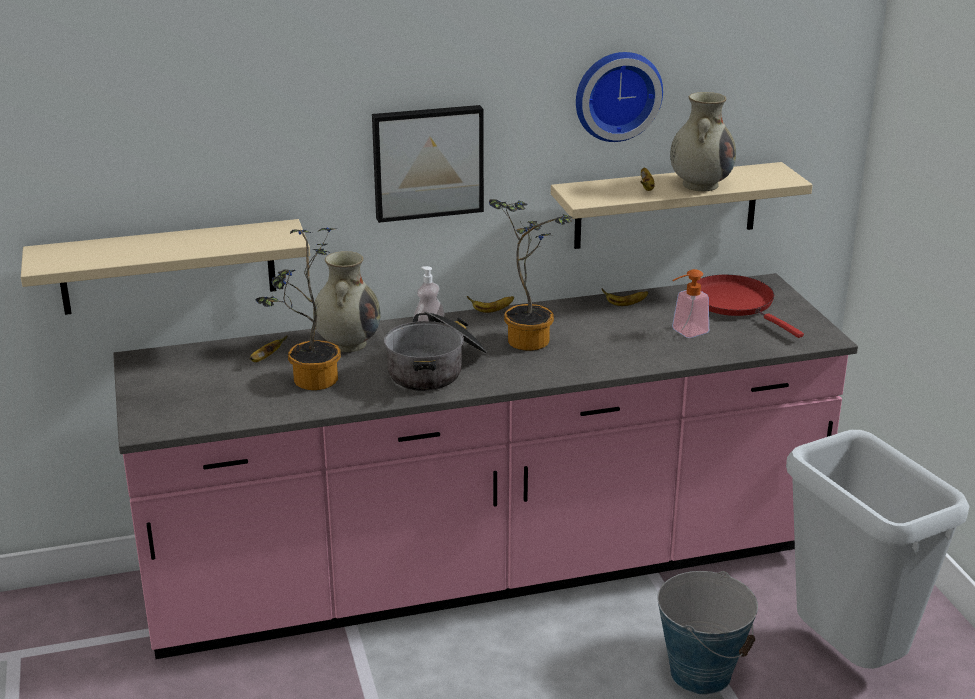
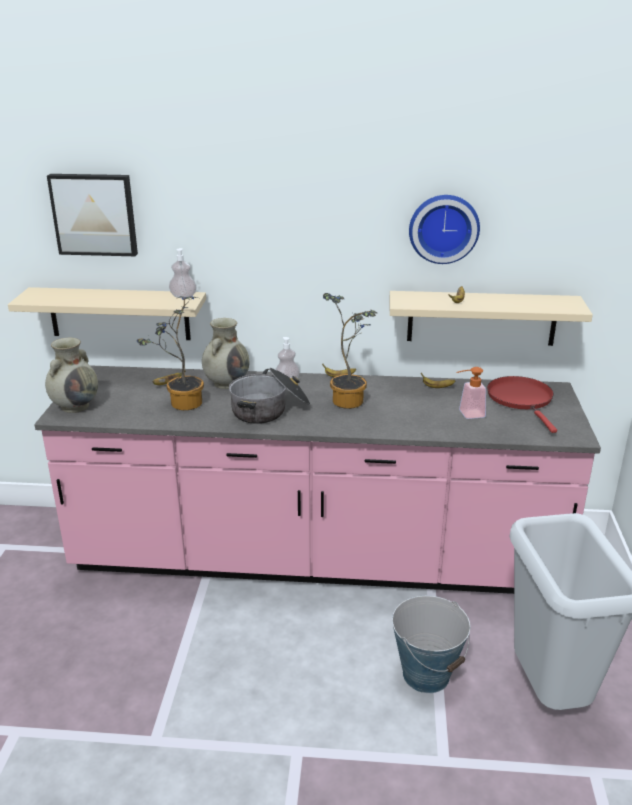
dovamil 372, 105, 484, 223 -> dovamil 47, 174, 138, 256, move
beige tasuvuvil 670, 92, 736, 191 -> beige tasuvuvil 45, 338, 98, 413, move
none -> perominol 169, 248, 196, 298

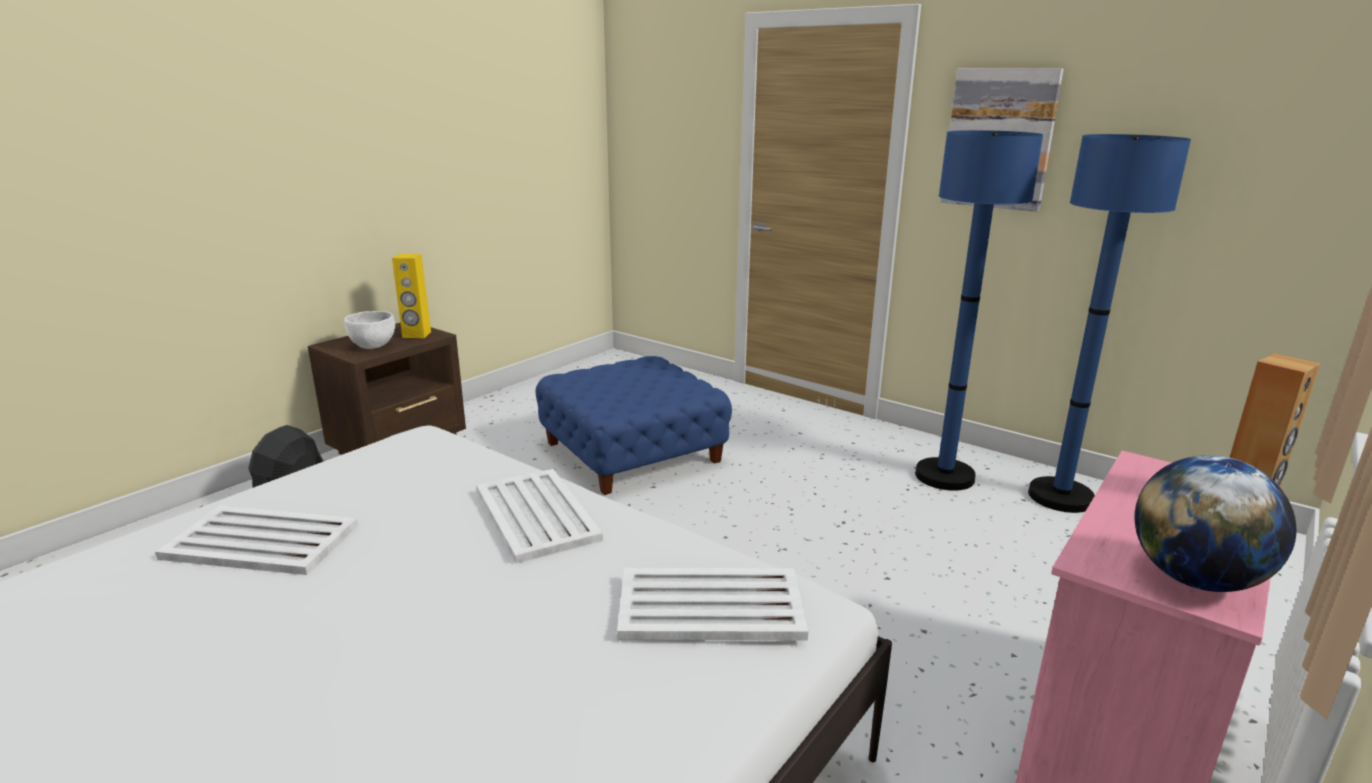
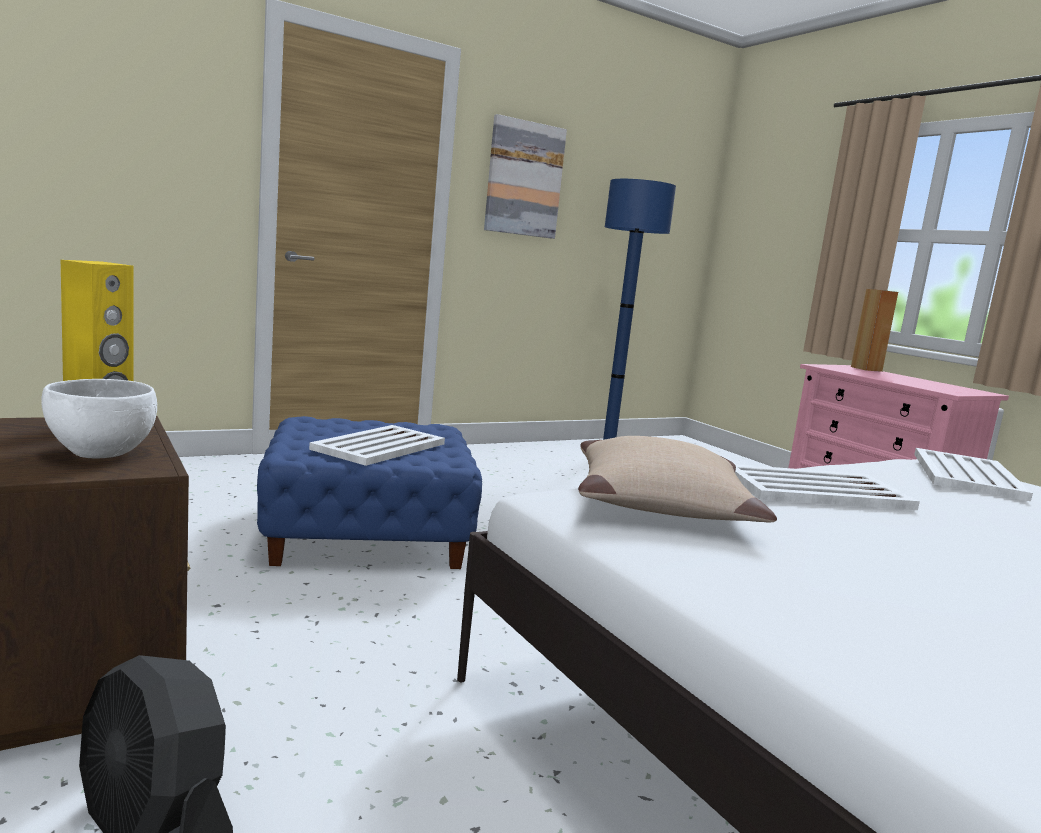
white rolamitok 155, 506, 358, 575 -> white rolamitok 309, 425, 445, 466, move
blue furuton 915, 130, 1043, 491 -> none
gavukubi 1134, 455, 1296, 592 -> none
none -> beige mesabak 578, 436, 777, 522

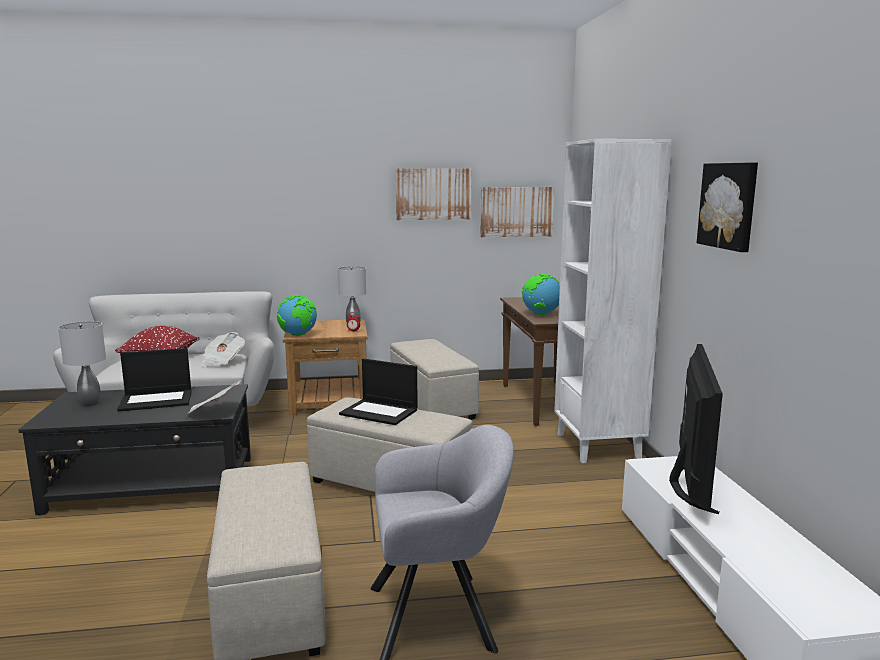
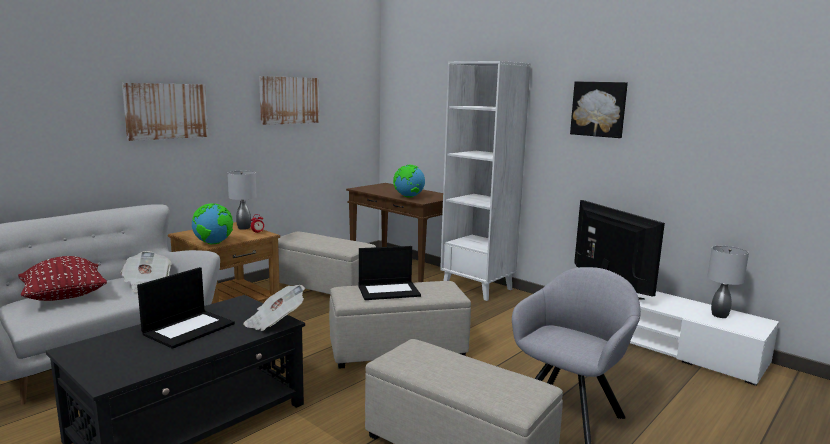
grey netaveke 58, 321, 106, 406 -> grey netaveke 707, 246, 749, 318, move
dovamil 480, 187, 554, 237 -> dovamil 122, 83, 208, 141, move

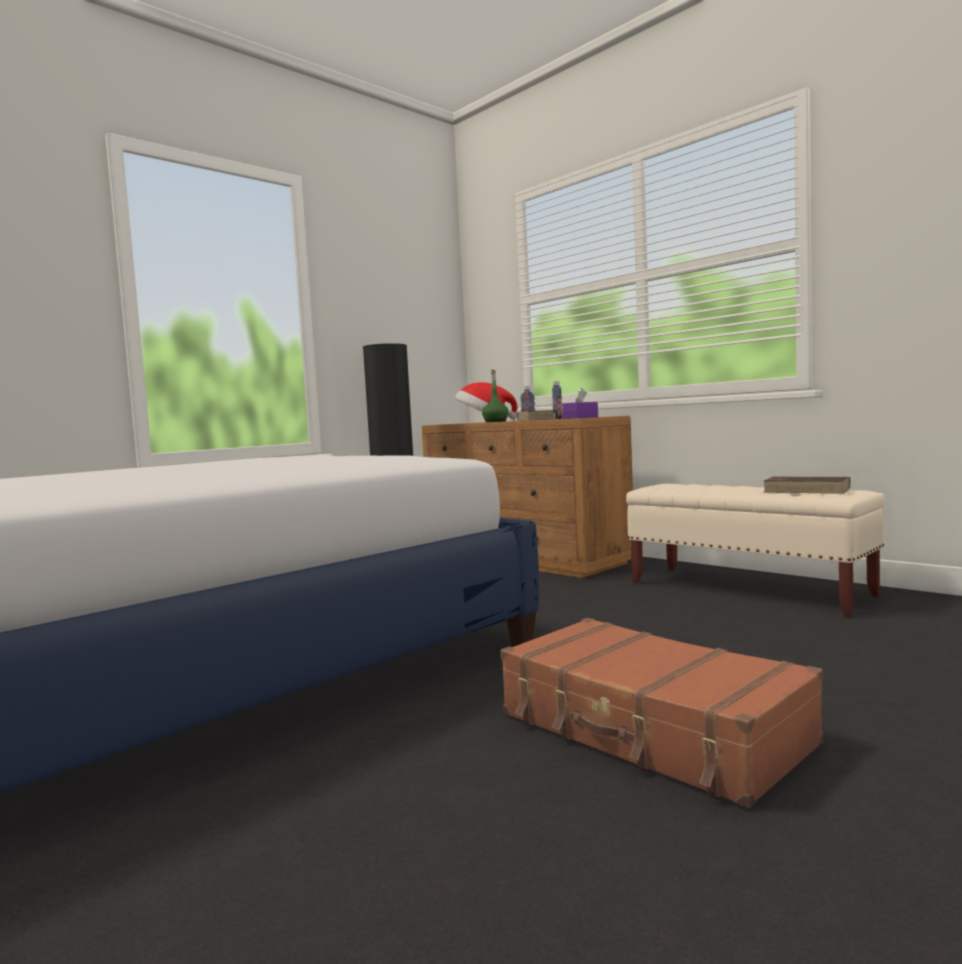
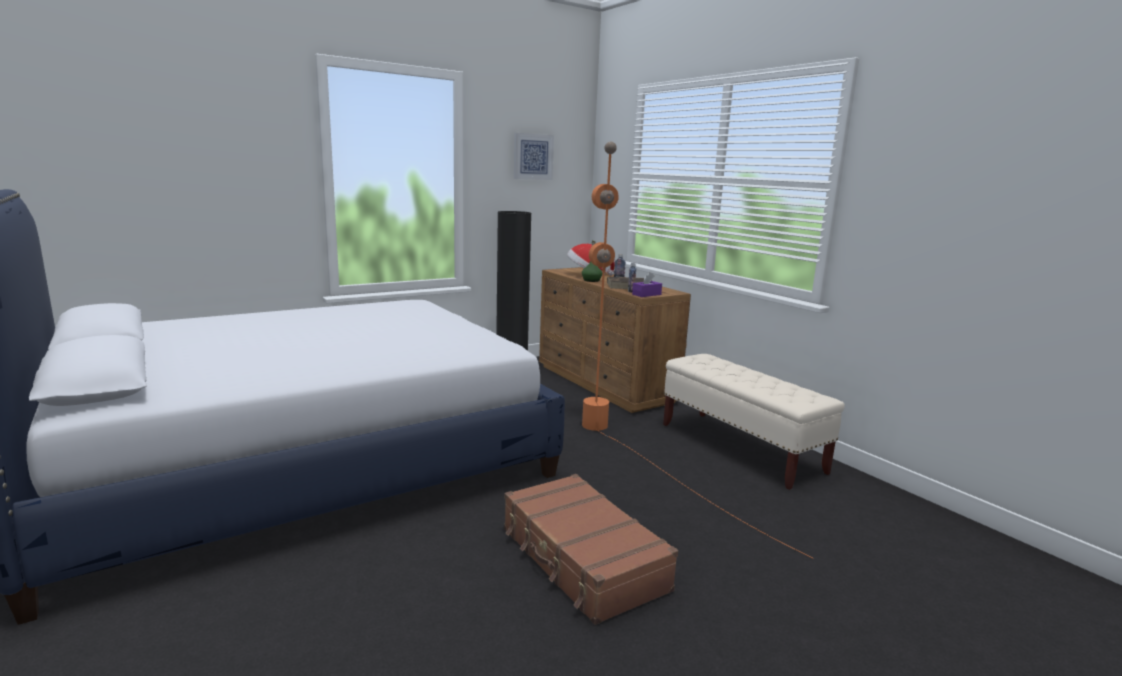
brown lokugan 764, 477, 850, 494 -> none
none -> dovamil 514, 133, 554, 180
none -> orange furuton 582, 141, 814, 559

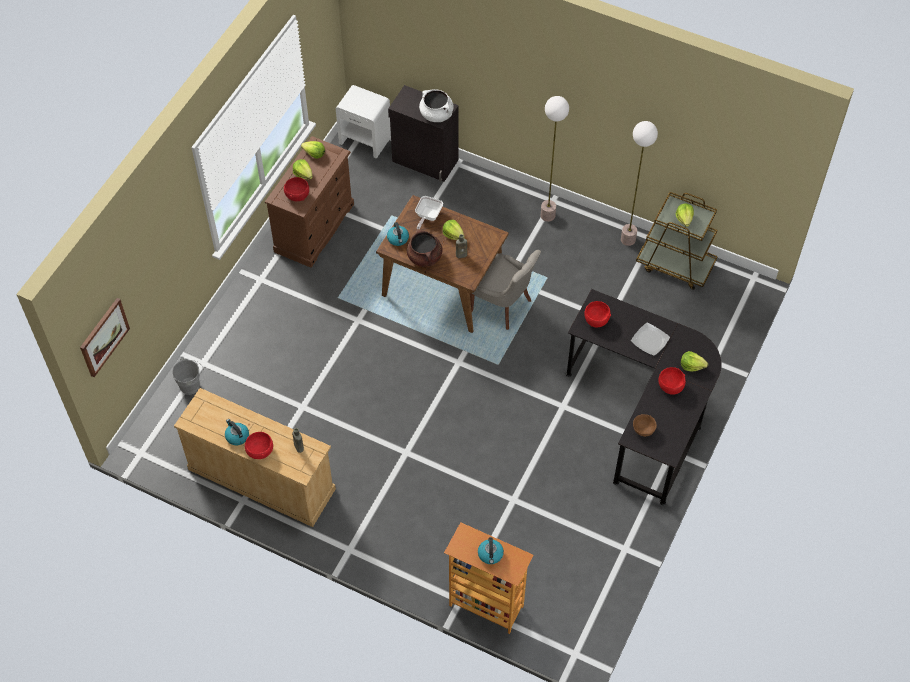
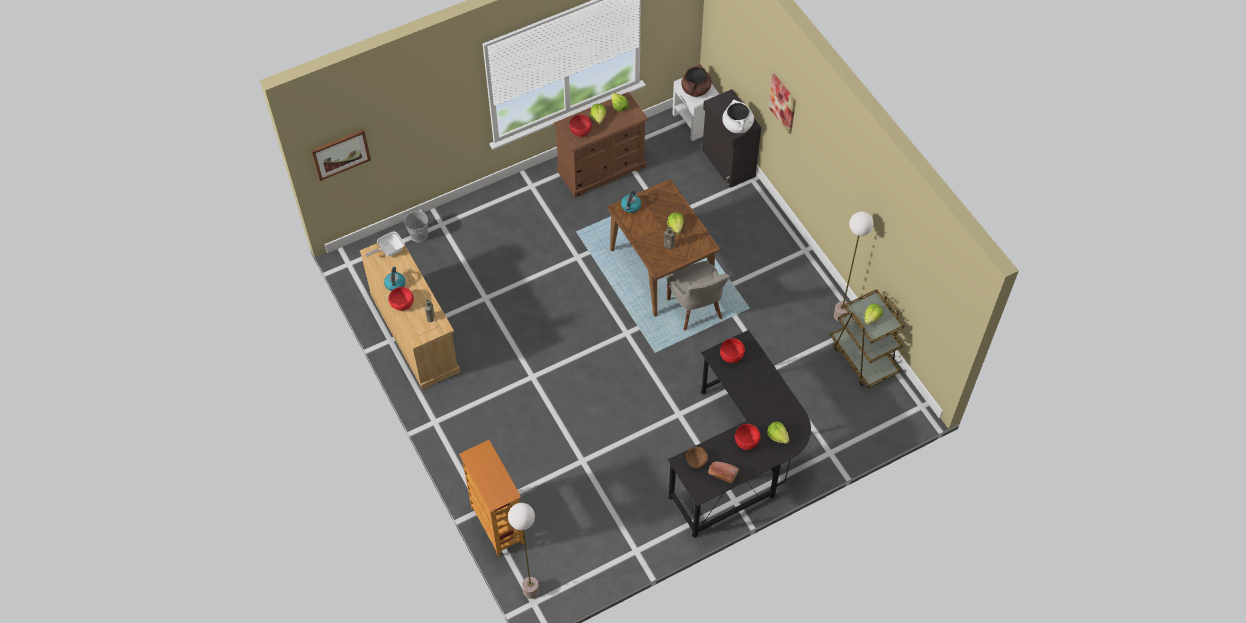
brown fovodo 407, 229, 442, 267 -> brown fovodo 681, 64, 712, 97, move
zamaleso 415, 196, 443, 229 -> zamaleso 365, 231, 405, 257, move
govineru 478, 537, 504, 564 -> none
furuton 541, 96, 569, 222 -> furuton 508, 503, 539, 599, move
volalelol 631, 322, 670, 356 -> none
none -> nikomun 708, 461, 739, 484
none -> dovamil 768, 74, 796, 134

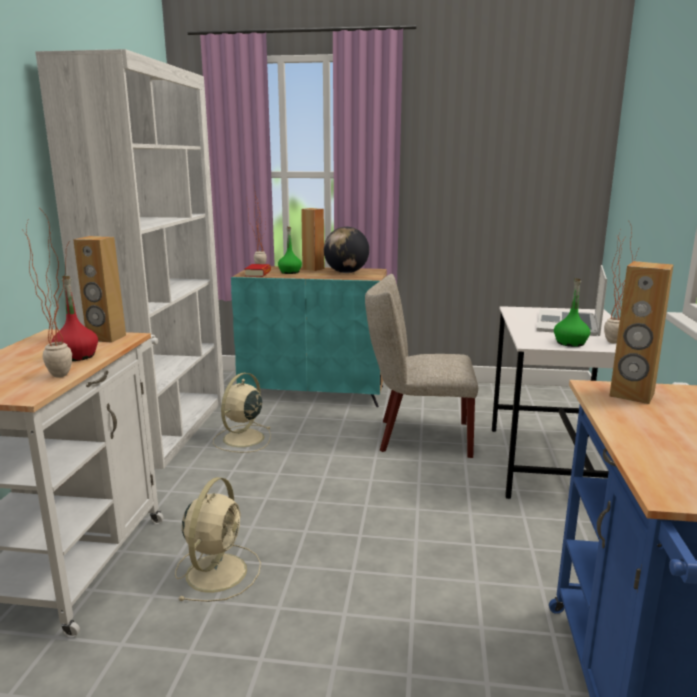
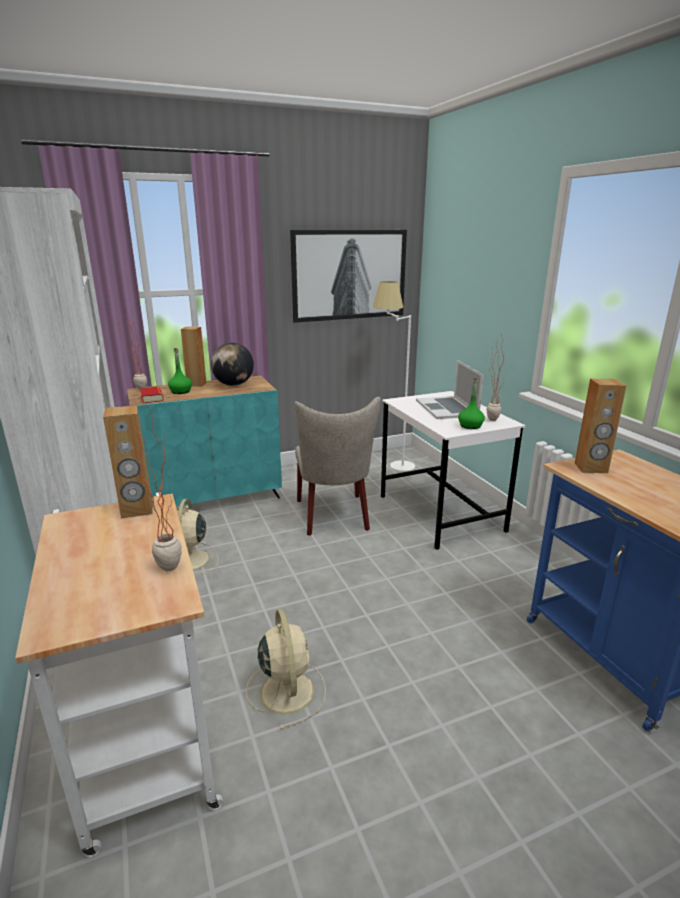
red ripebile 51, 276, 98, 361 -> none
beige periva 365, 274, 478, 458 -> beige periva 294, 397, 381, 536, 75 degrees counterclockwise
none -> dovamil 290, 230, 407, 323
none -> white furuton 373, 281, 415, 471

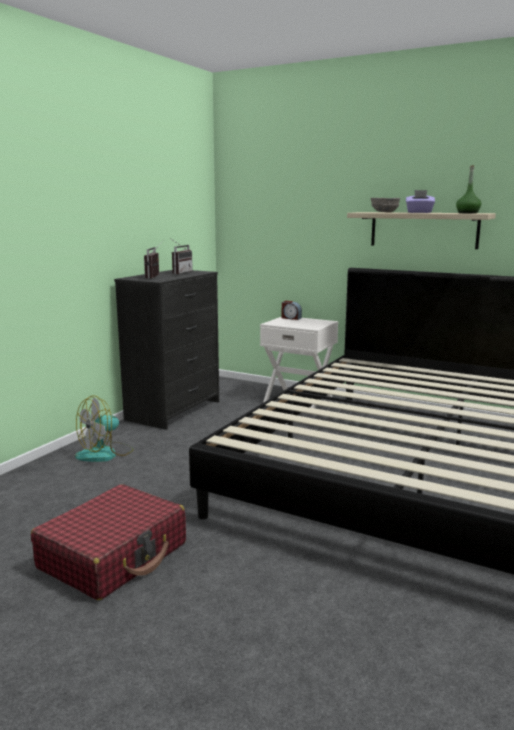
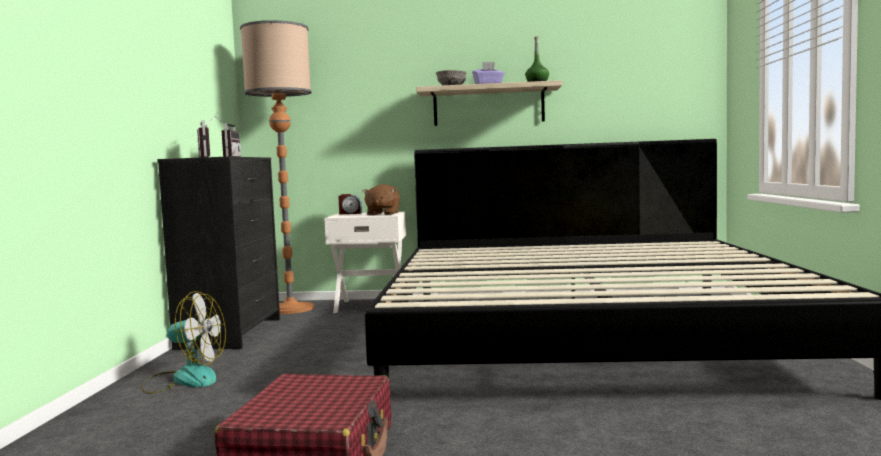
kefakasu 75, 396, 133, 462 -> kefakasu 140, 291, 226, 394, 105 degrees counterclockwise
none -> furuton 240, 20, 314, 314
none -> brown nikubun 363, 184, 400, 216

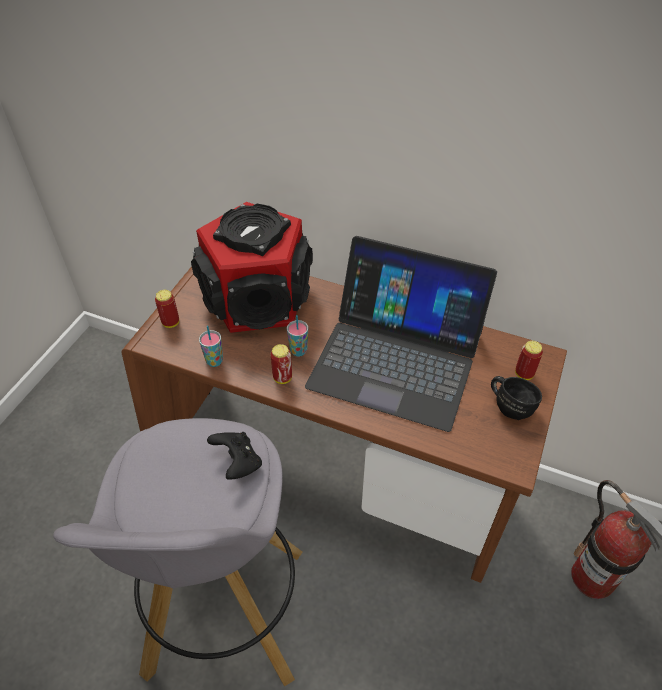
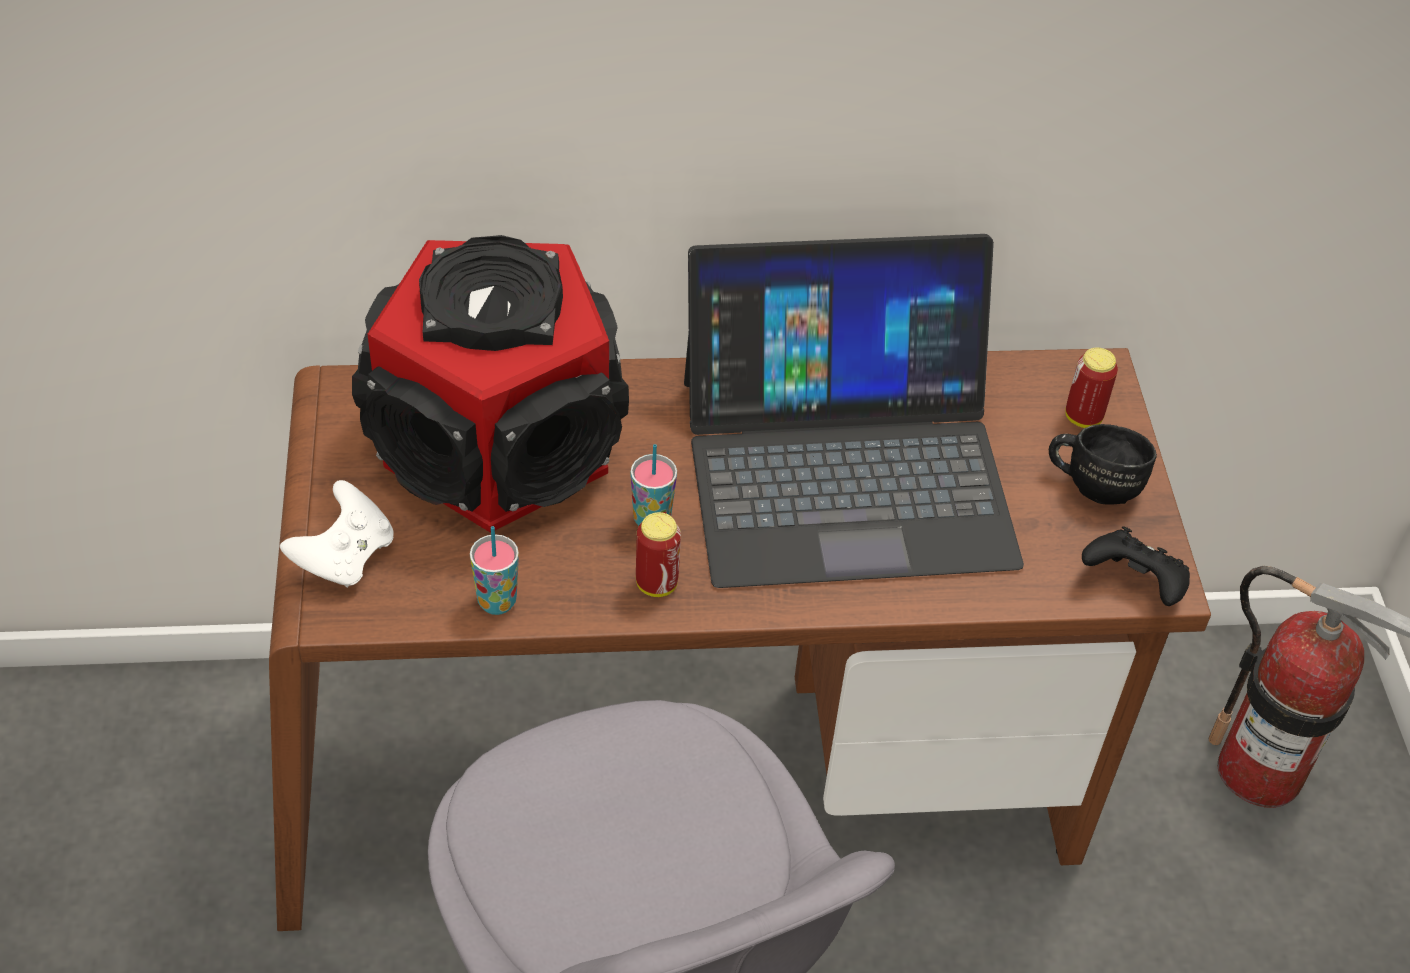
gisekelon 155, 290, 179, 328 -> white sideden 280, 480, 394, 588
black sideden 207, 432, 262, 480 -> black sideden 1082, 526, 1190, 606, move

